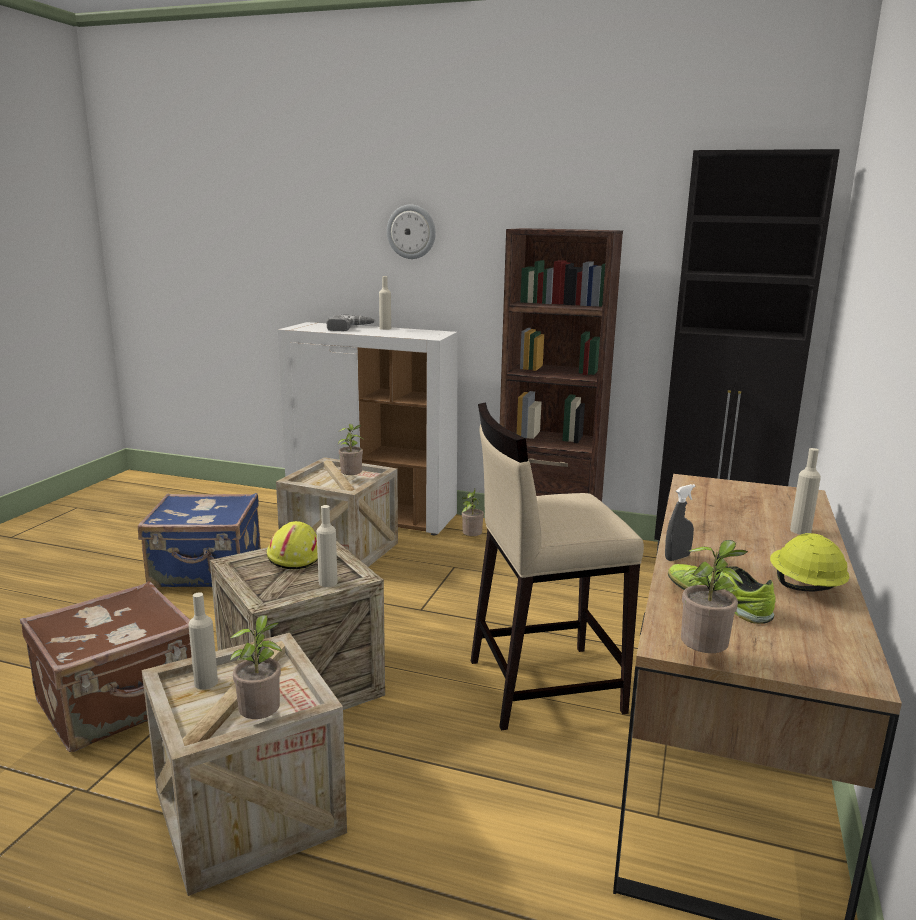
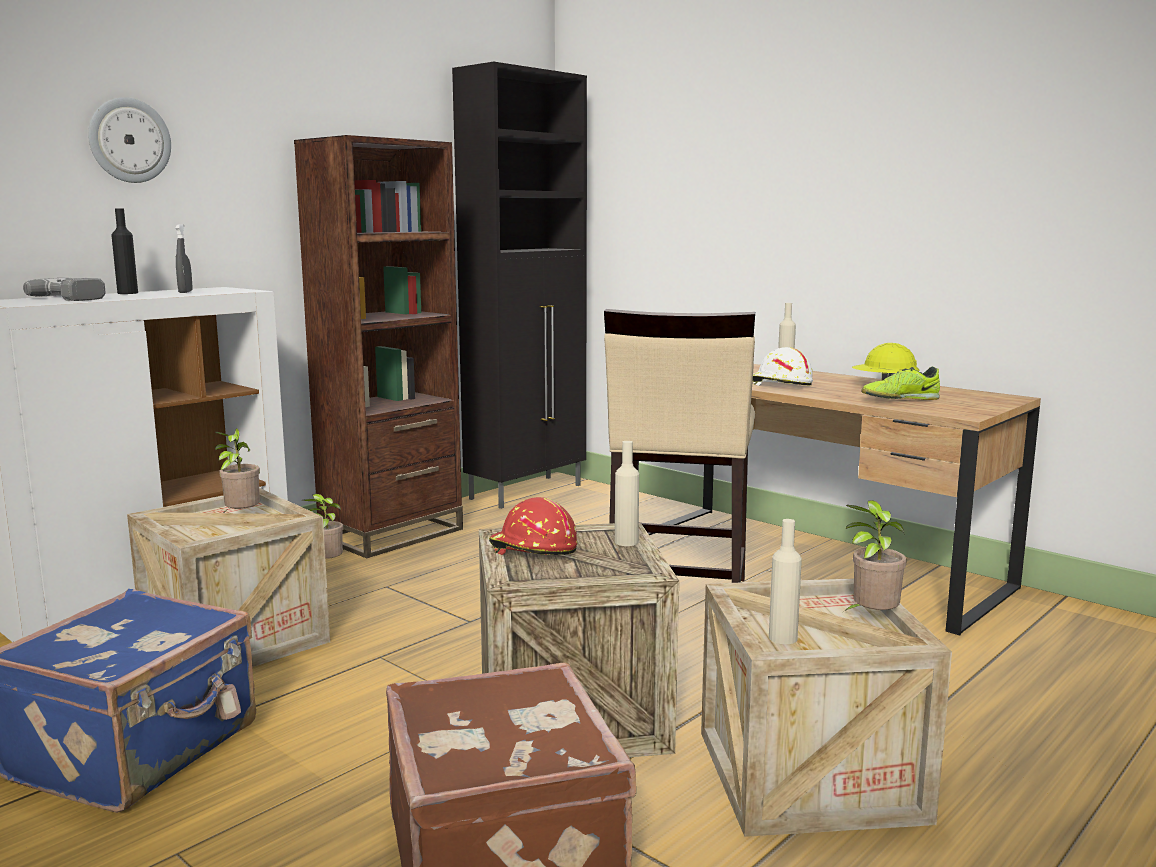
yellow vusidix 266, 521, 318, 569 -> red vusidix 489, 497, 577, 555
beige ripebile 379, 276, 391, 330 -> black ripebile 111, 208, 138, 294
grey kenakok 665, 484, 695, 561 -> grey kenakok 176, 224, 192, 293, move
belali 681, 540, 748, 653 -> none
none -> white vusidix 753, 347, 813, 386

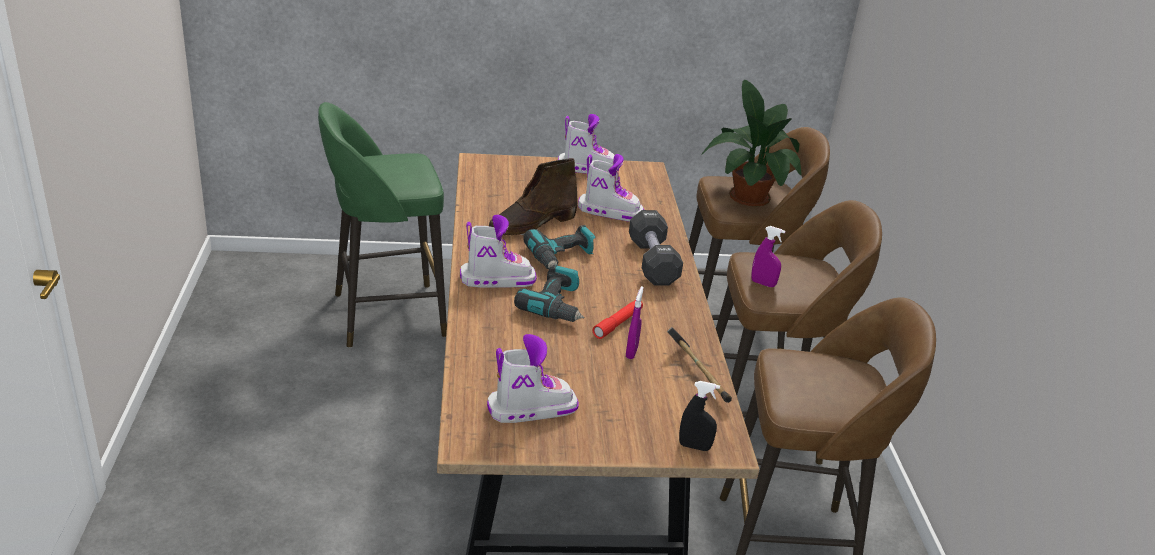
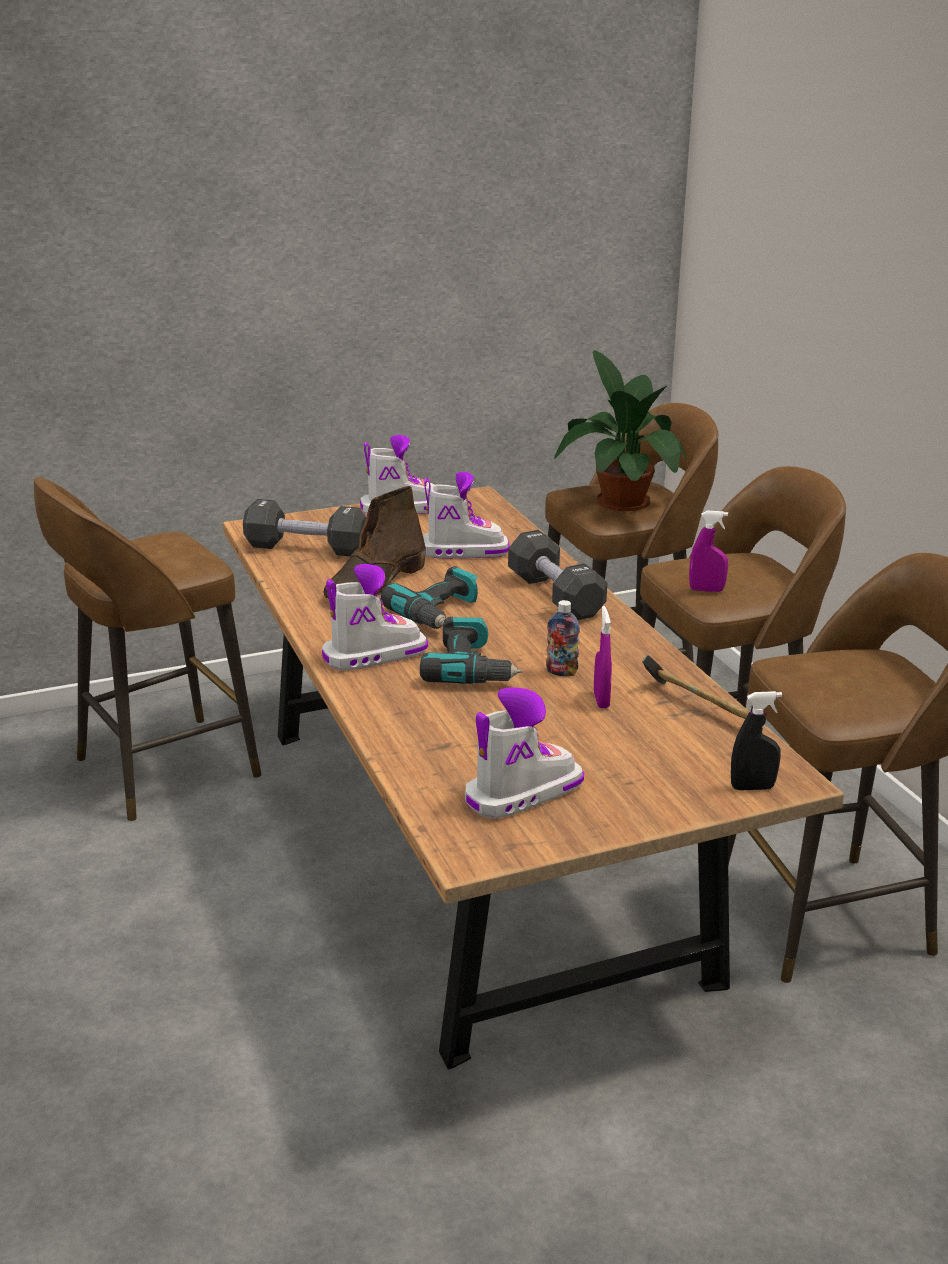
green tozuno 318, 102, 447, 348 -> brown tozuno 34, 477, 262, 821
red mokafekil 592, 300, 643, 339 -> ripebile 546, 600, 580, 677
none -> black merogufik 243, 499, 366, 556

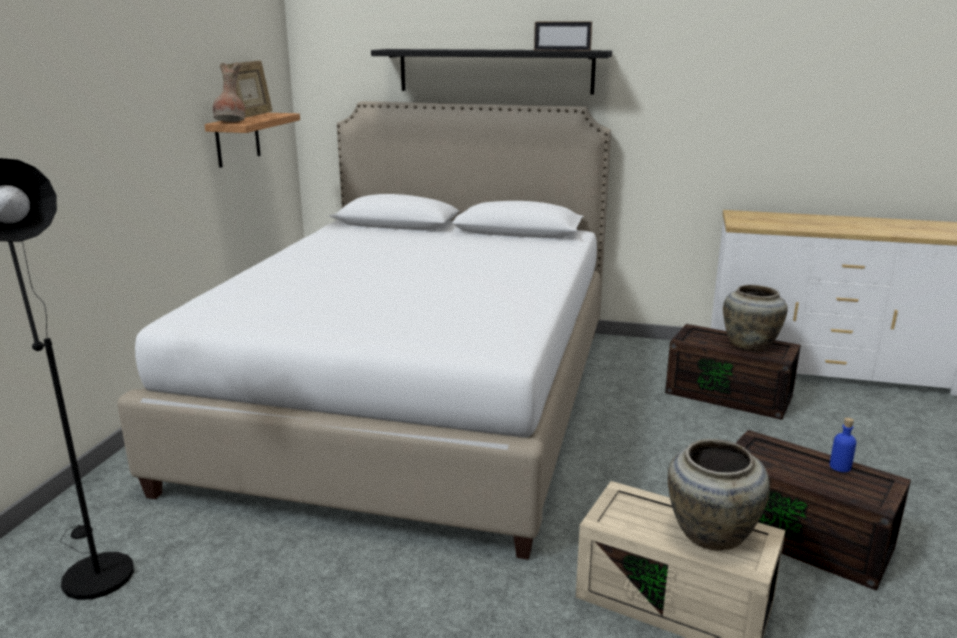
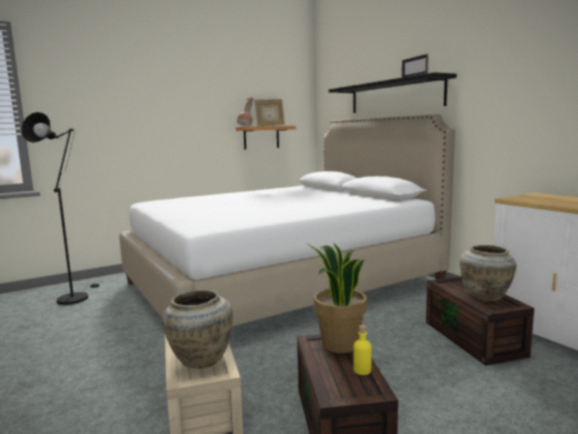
blue ripebile 830, 418, 856, 472 -> yellow ripebile 353, 325, 372, 375
none -> belali 308, 242, 367, 353

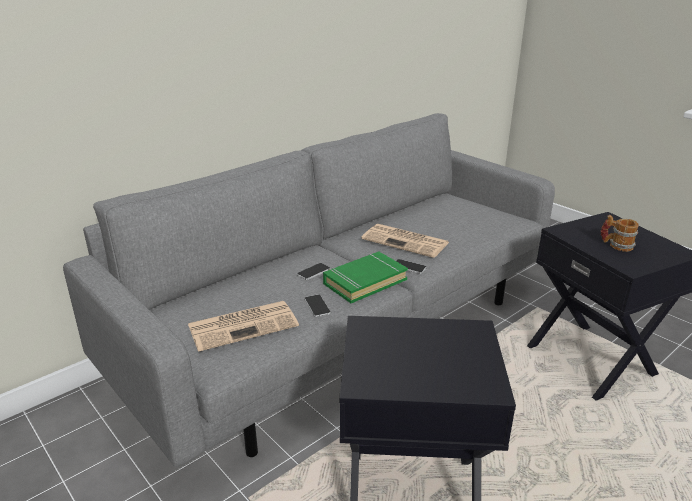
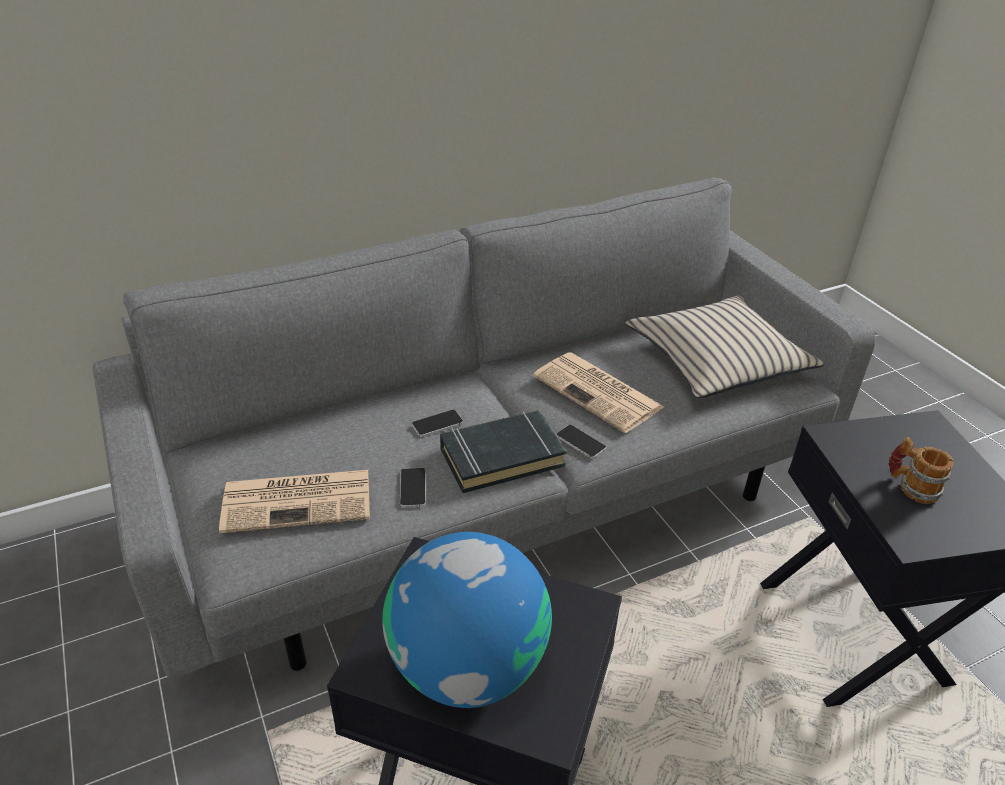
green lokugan 323, 252, 408, 303 -> black lokugan 440, 410, 567, 493
none -> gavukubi 382, 532, 552, 708
none -> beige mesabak 626, 295, 825, 398

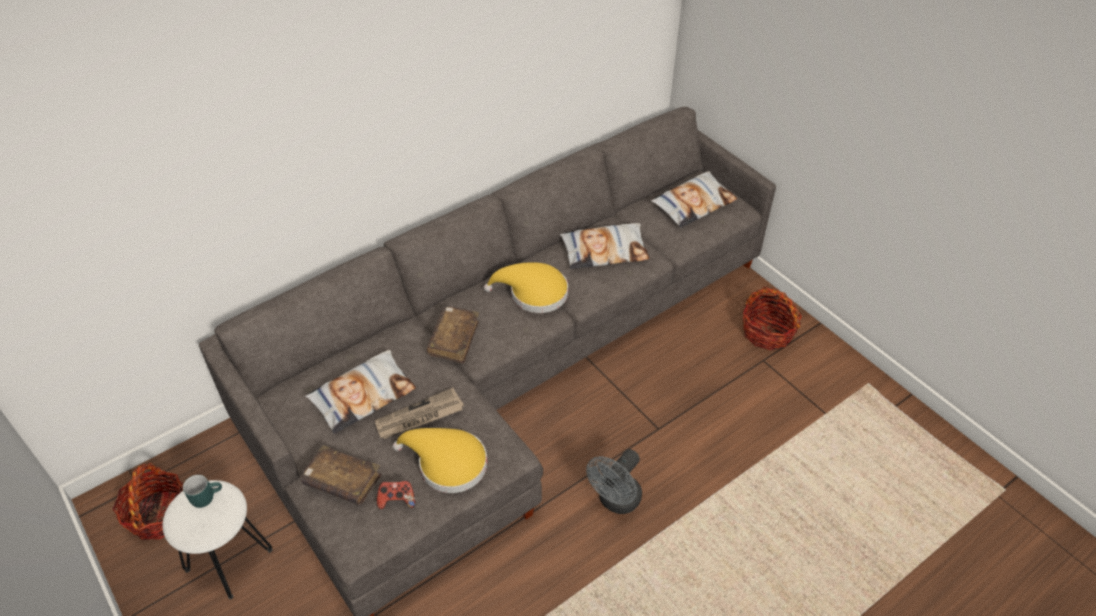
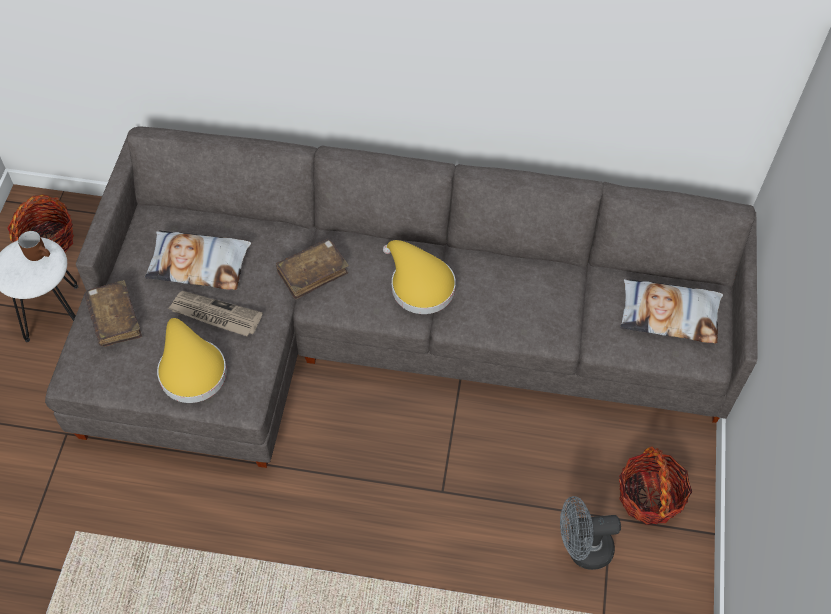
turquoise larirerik 183, 475, 222, 508 -> brown larirerik 18, 231, 50, 261
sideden 377, 480, 416, 509 -> none
mesabak 560, 223, 650, 269 -> none
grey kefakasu 586, 449, 642, 514 -> grey kefakasu 560, 496, 621, 570, move

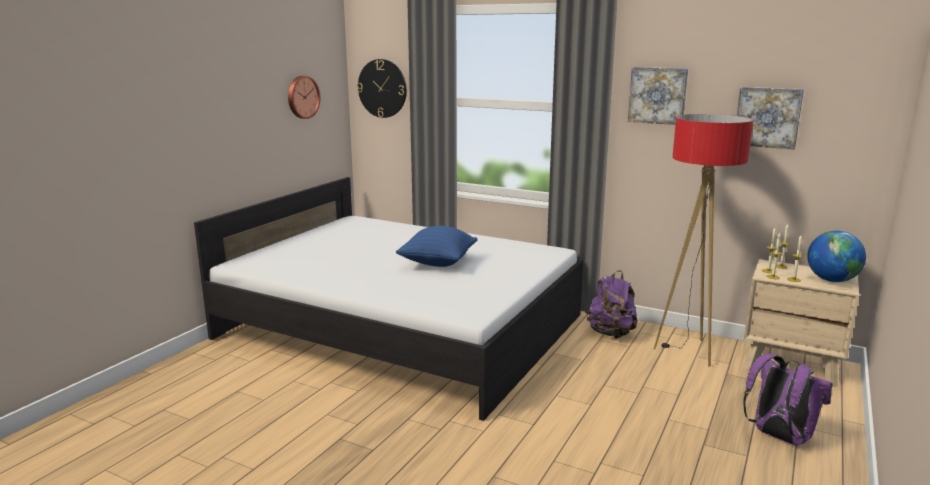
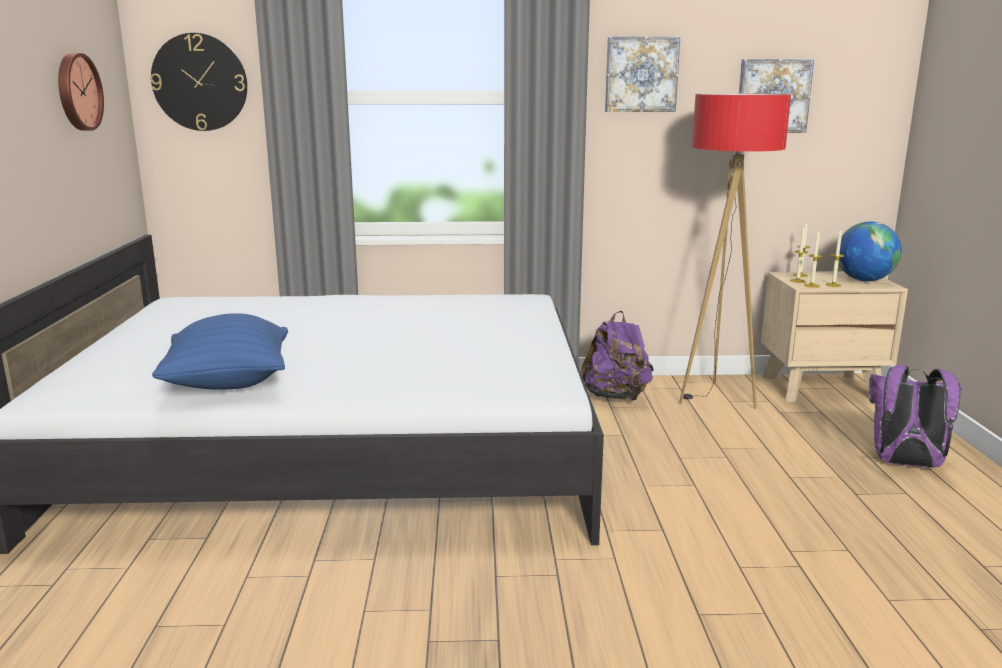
blue mesabak 396, 226, 478, 267 -> blue mesabak 152, 313, 288, 390, move

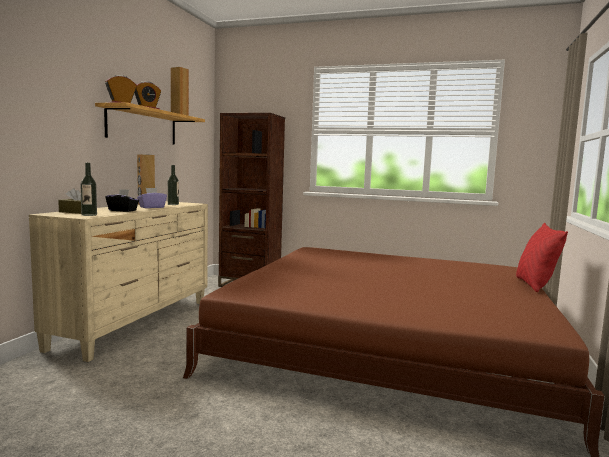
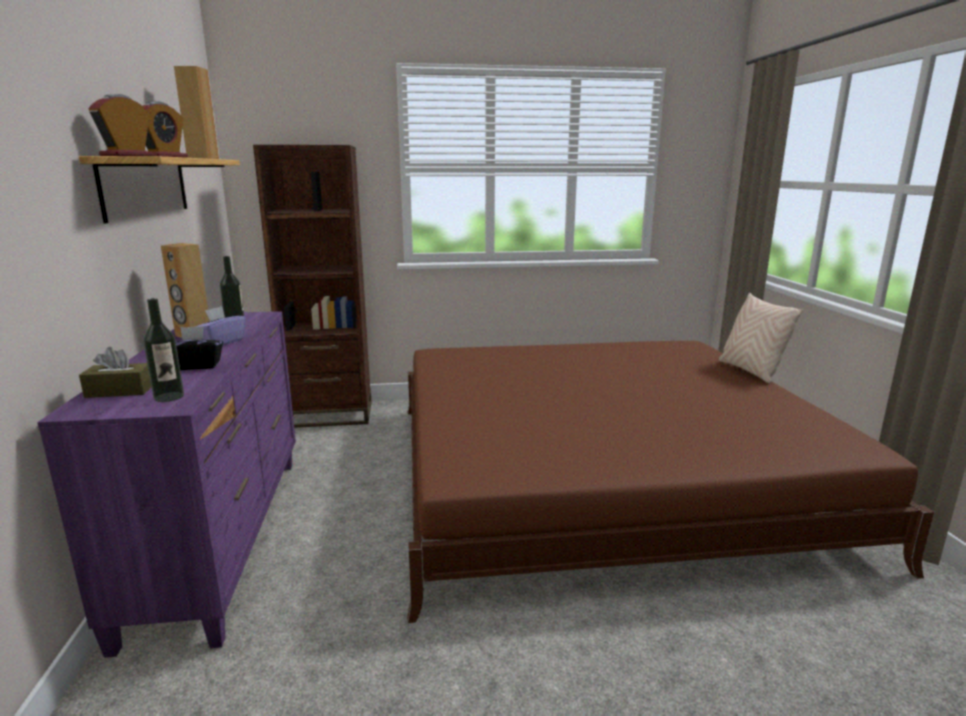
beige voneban 29, 201, 208, 362 -> purple voneban 37, 311, 296, 658
red mesabak 516, 223, 568, 292 -> beige mesabak 719, 293, 803, 383

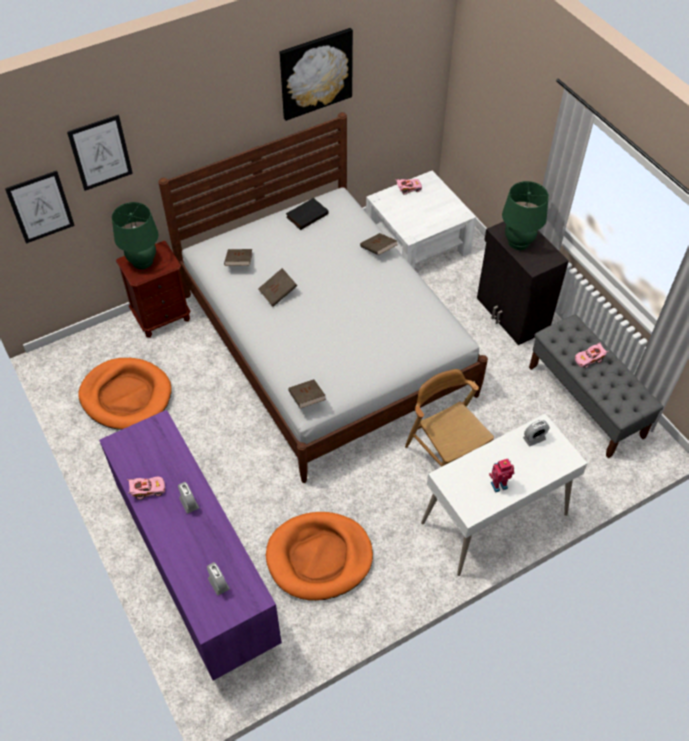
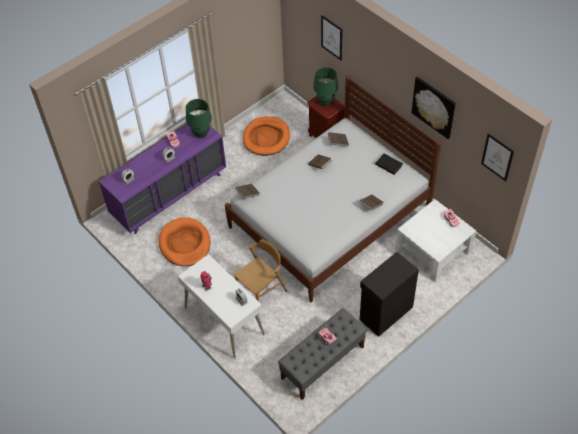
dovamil 5, 170, 75, 244 -> dovamil 481, 133, 514, 181, move
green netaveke 502, 181, 549, 250 -> green netaveke 186, 99, 212, 138, move

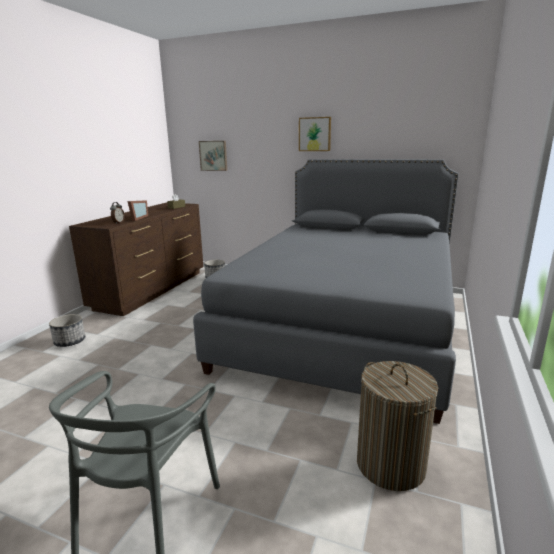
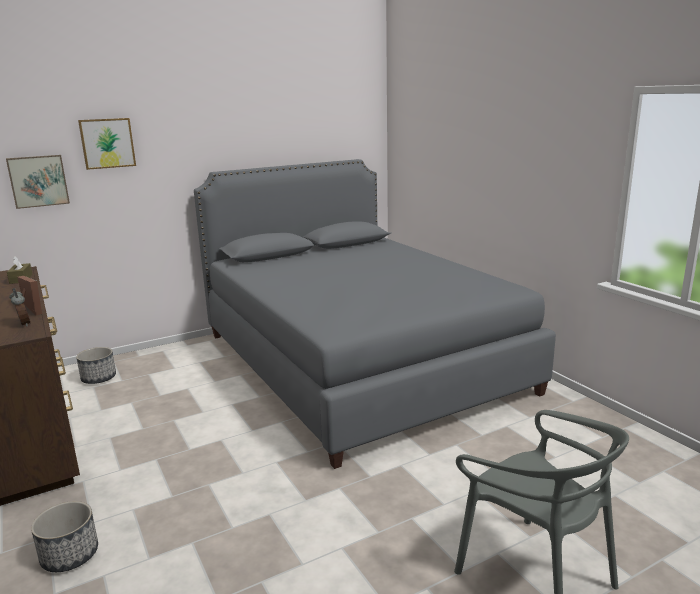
dovamil 299, 117, 331, 151 -> dovamil 78, 118, 136, 170, move
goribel 357, 361, 438, 491 -> none

